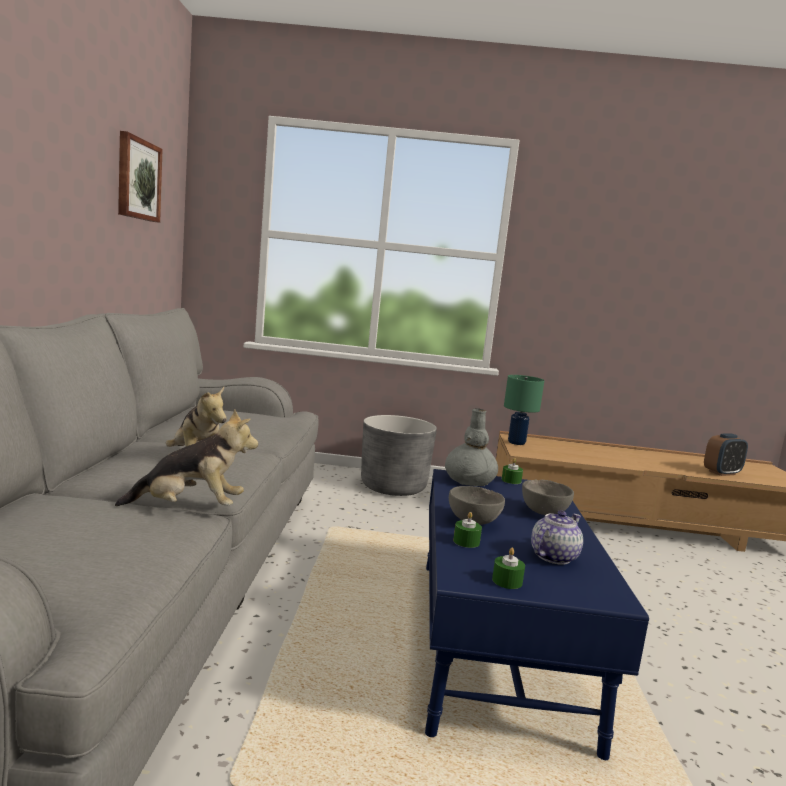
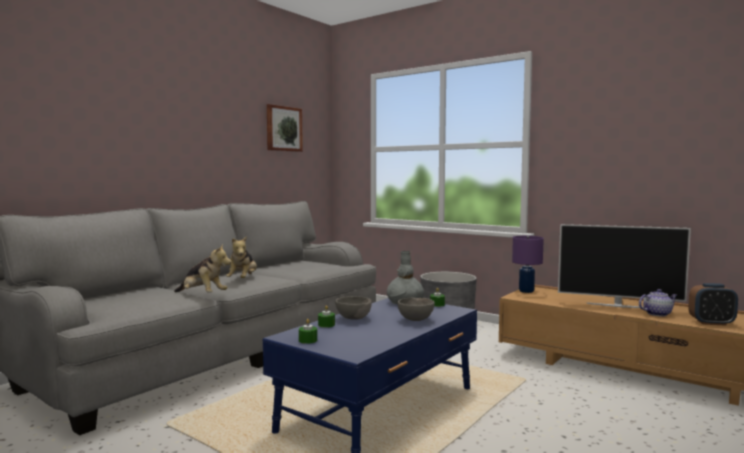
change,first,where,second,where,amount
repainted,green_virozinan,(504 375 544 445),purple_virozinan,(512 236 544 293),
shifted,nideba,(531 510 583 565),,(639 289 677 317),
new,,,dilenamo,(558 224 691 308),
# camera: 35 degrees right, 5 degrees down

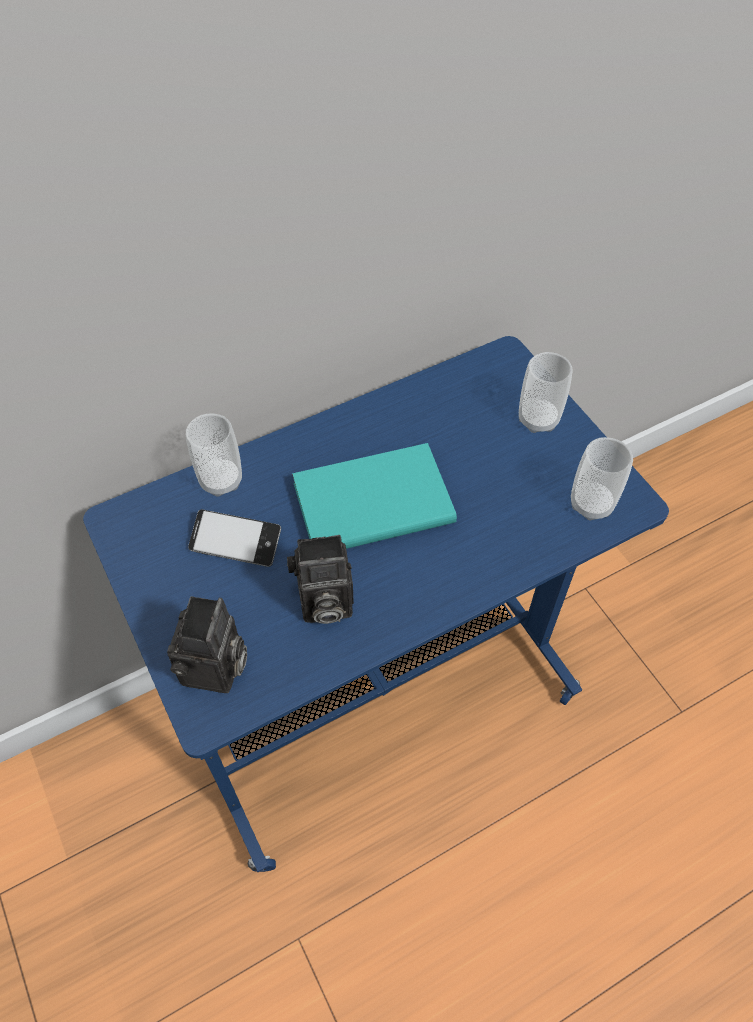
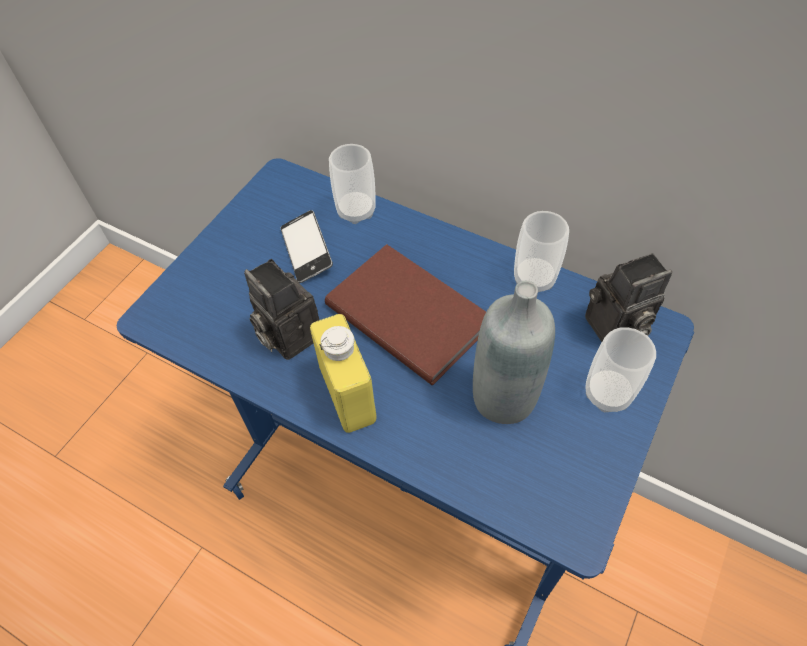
change,first,where,second,where,amount
shifted,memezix,(571 437 633 521),,(514 211 569 292),
repainted,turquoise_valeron,(292 443 457 549),brown_valeron,(325 244 486 385),
shifted,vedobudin,(167 596 247 693),,(585 253 672 342),
new,,,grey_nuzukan,(473 281 555 424),
new,,,yellow_nuzukan,(310 314 377 433),
# camera: 60 degrees right, 0 degrees up

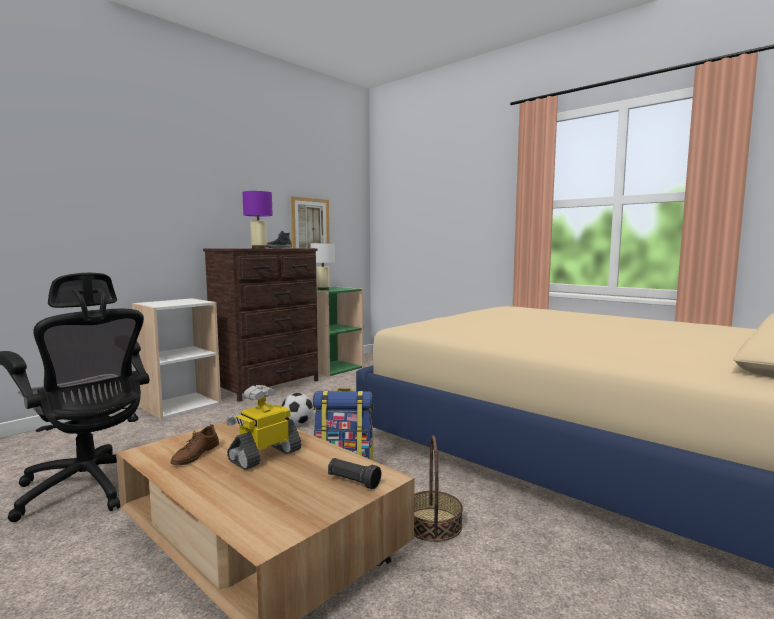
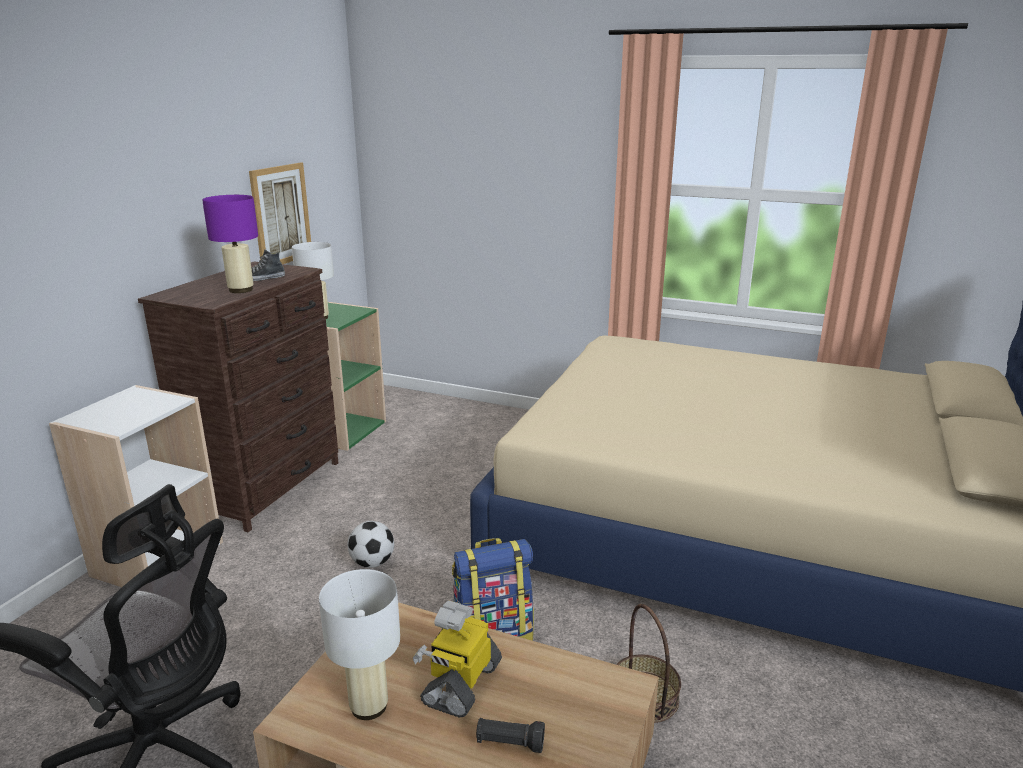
change,first,where,second,where,amount
swapped,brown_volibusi,(170 424 219 465),white_virozinan,(319 569 400 720),
shifted,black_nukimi,(328 458 381 489),,(476 718 545 753),
# camera: 20 degrees left, 15 degrees up

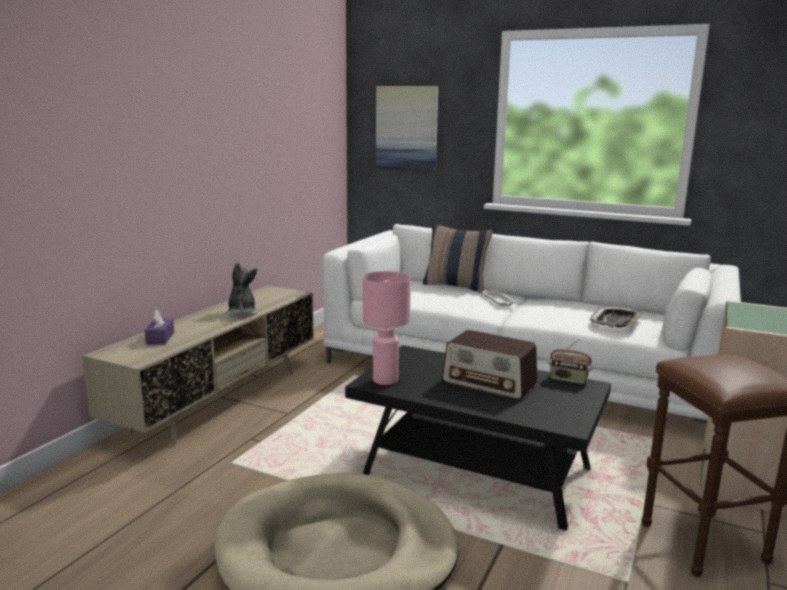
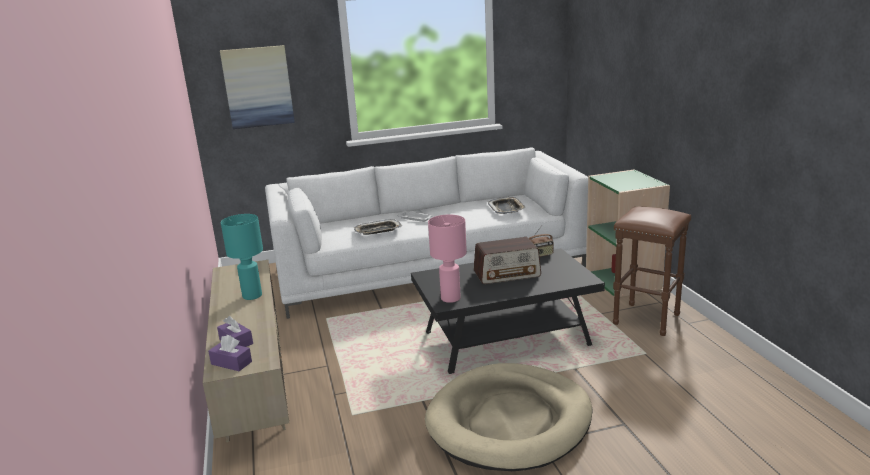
change,first,where,second,where,amount
gone,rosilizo,(423 225 493 293),,,
swapped,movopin,(226 262 259 317),turquoise_virozinan,(221 214 263 300),
new,,,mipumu,(354 219 402 235),
new,,,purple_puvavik,(208 335 252 371),
# camera: 40 degrees left, 5 degrees up

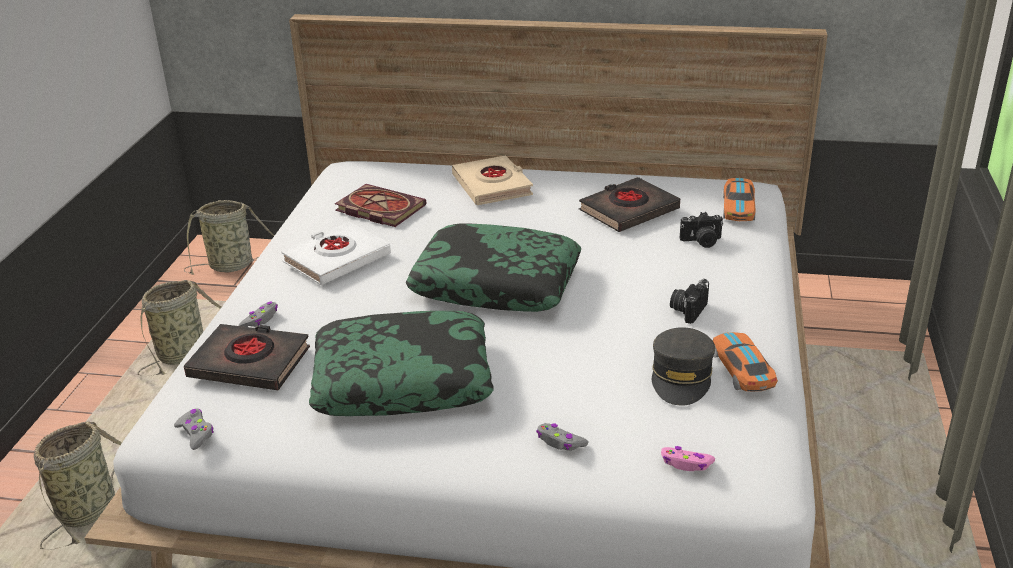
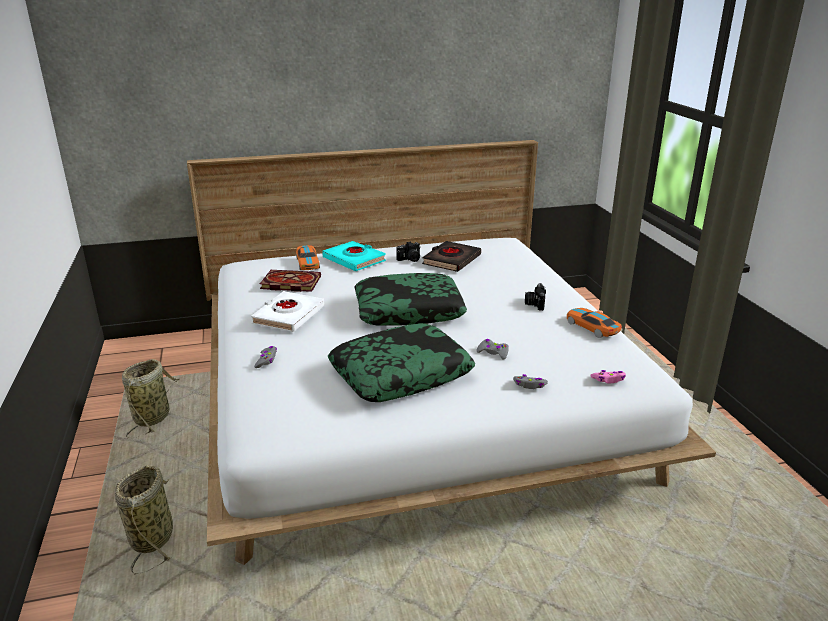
change,first,where,second,where,amount
repainted,beige_valeron,(452 155 533 205),turquoise_valeron,(322 241 386 271),
shifted,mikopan,(723 178 756 221),,(296 245 320 270),
gone,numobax,(184 200 275 275),,,
shifted,vedobudin,(680 212 723 248),,(396 241 421 262),
gone,black_valeron,(184 324 310 390),,,
gone,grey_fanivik,(652 327 715 406),,,
shifted,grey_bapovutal,(174 408 214 450),,(476 339 509 360),
# camera: 25 degrees left, 5 degrees down

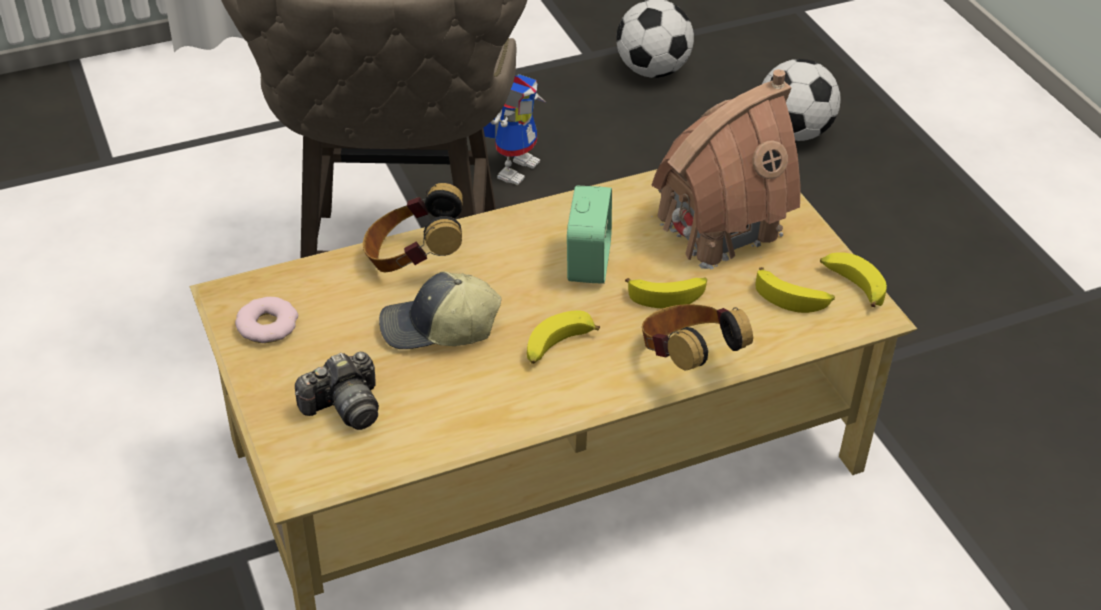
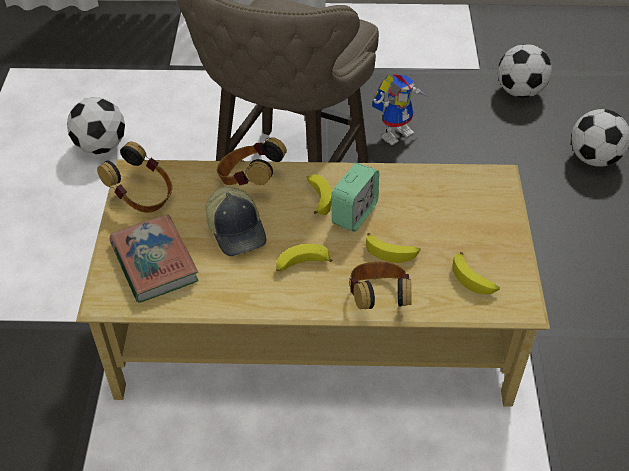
change,first,where,second,where,amount
gone,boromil,(651 69 801 269),,,
shifted,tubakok,(820 252 887 307),,(306 174 332 215),
rotated,fanivik,(379 272 502 349),,(205 186 266 256),135 degrees counterclockwise
swapped,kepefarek,(235 297 298 343),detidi,(97 141 172 213),
swapped,vedobudin,(295 352 379 430),valeron,(110 214 199 303),
new,,,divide,(67 97 125 154),
# camera: 25 degrees right, 5 degrees up

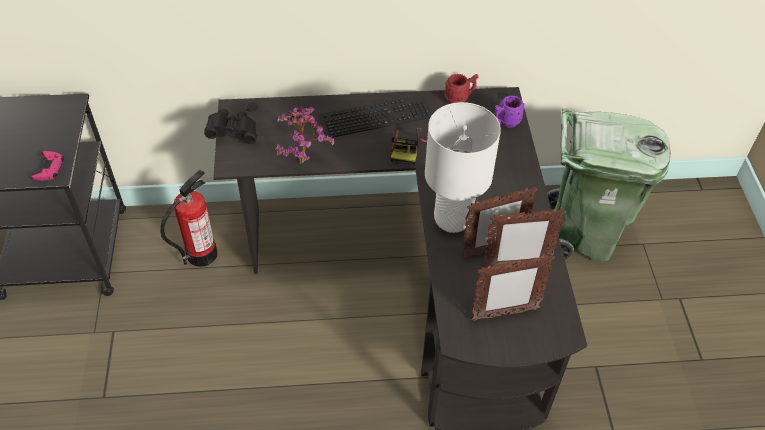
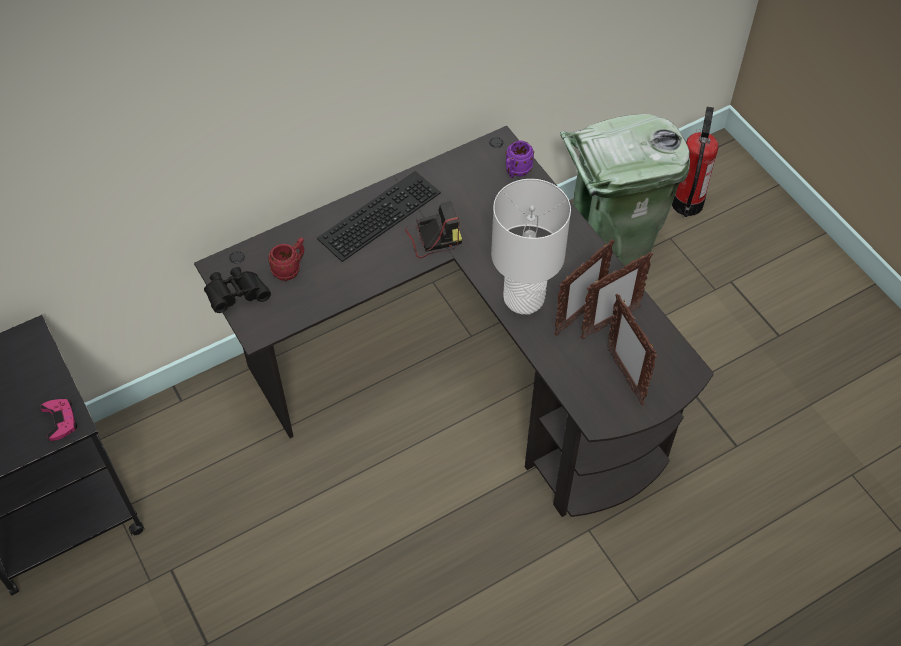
change,first,where,second,where,amount
shifted,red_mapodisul,(444 74 479 104),,(268 237 304 281),
gone,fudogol,(275 107 334 164),,,
rotated,vedobudin,(389 128 428 165),,(405 201 462 258),90 degrees counterclockwise
shifted,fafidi,(160 170 217 267),,(672 107 718 217),
rotated,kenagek,(471 255 555 321),,(607 294 657 405),105 degrees clockwise
# camera: 25 degrees left, 5 degrees up

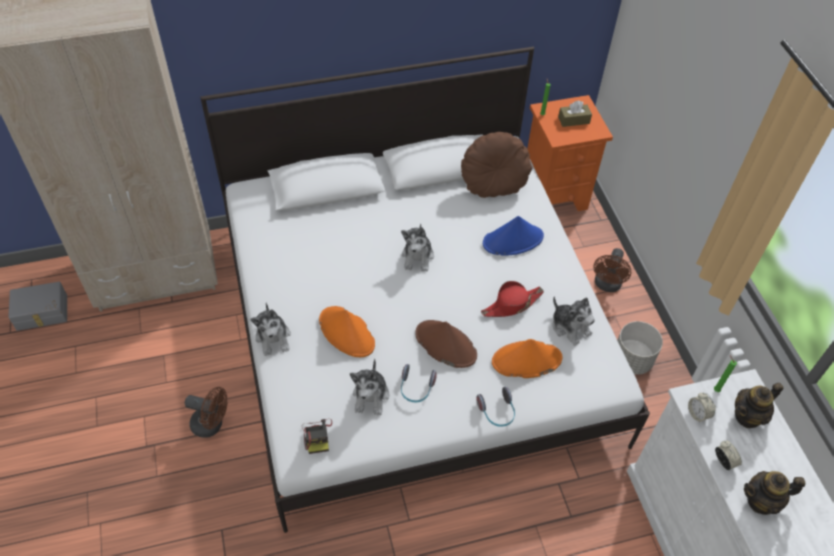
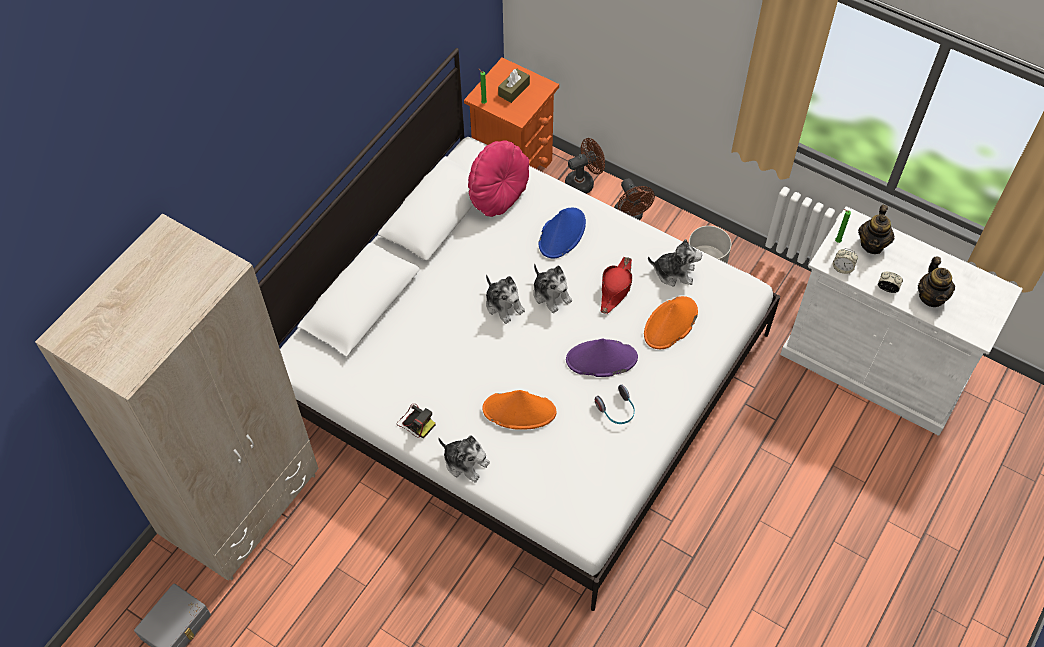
change,first,where,second,where,amount
repainted,brown_rosilizo,(461 132 532 198),pink_rosilizo,(468 140 529 217),
repainted,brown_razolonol,(415 320 477 368),purple_razolonol,(566 338 638 377),
shifted,movopin,(350 359 389 415),,(533 264 572 313),
shifted,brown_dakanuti,(185 387 227 438),,(565 138 605 194),
gone,detidi,(476 387 515 427),,,
shifted,vedobudin,(302 419 332 454),,(398 403 436 439),
rotated,nideba,(744 471 805 515),,(918 257 955 307),45 degrees counterclockwise
# camera: 40 degrees left, 5 degrees up

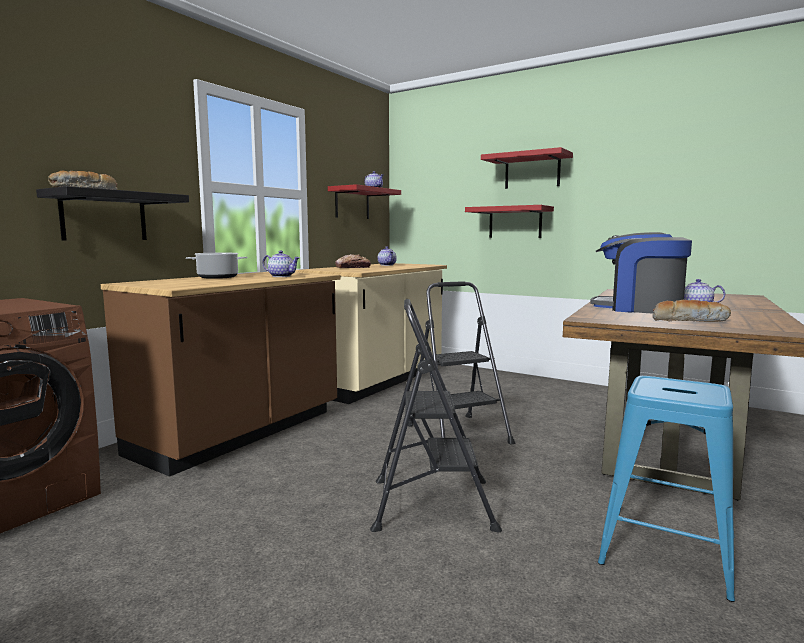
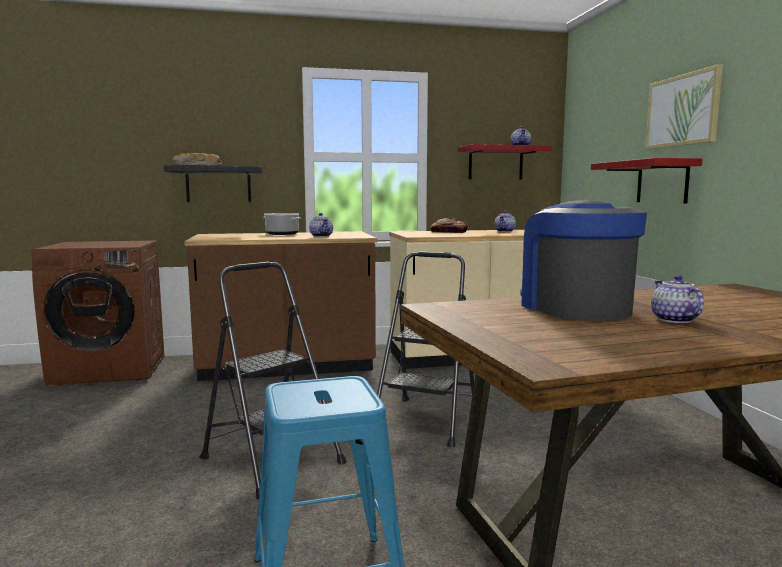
change,first,where,second,where,amount
swapped,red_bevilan,(481 147 573 189),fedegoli,(645 64 723 149),
gone,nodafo,(652 300 731 322),,,
# camera: 45 degrees right, 0 degrees up

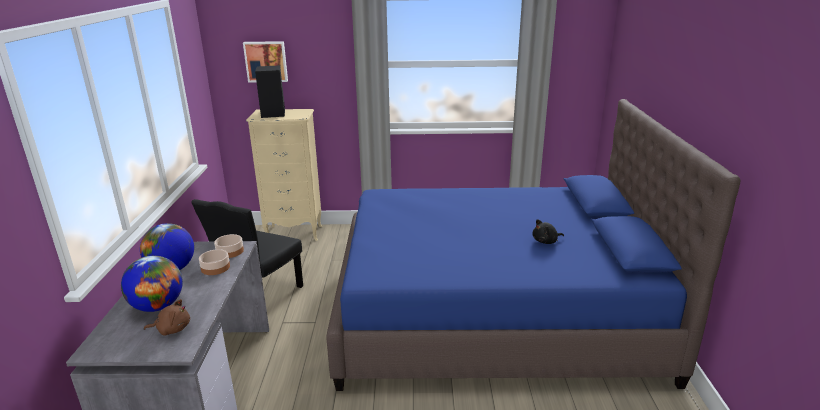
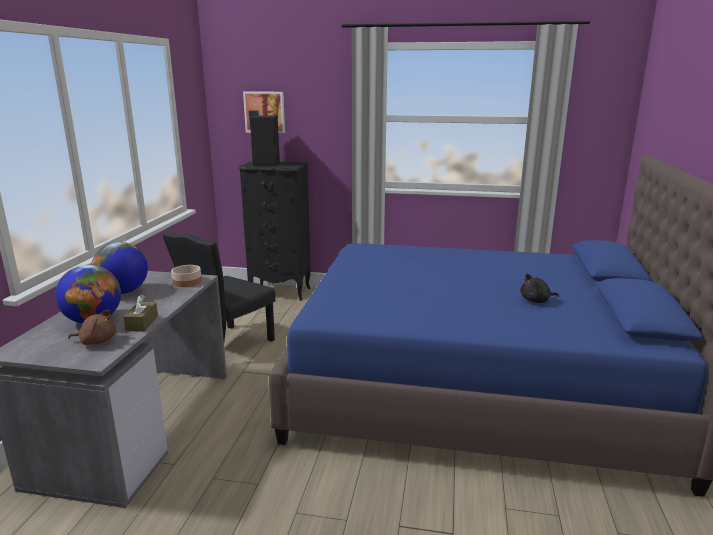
change,first,where,second,where,amount
repainted,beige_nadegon,(246 109 322 241),black_nadegon,(238 161 311 301),
gone,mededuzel,(199 249 230 275),,,
new,,,brown_puvavik,(123 295 158 331),
# camera: 10 degrees right, 5 degrees down

